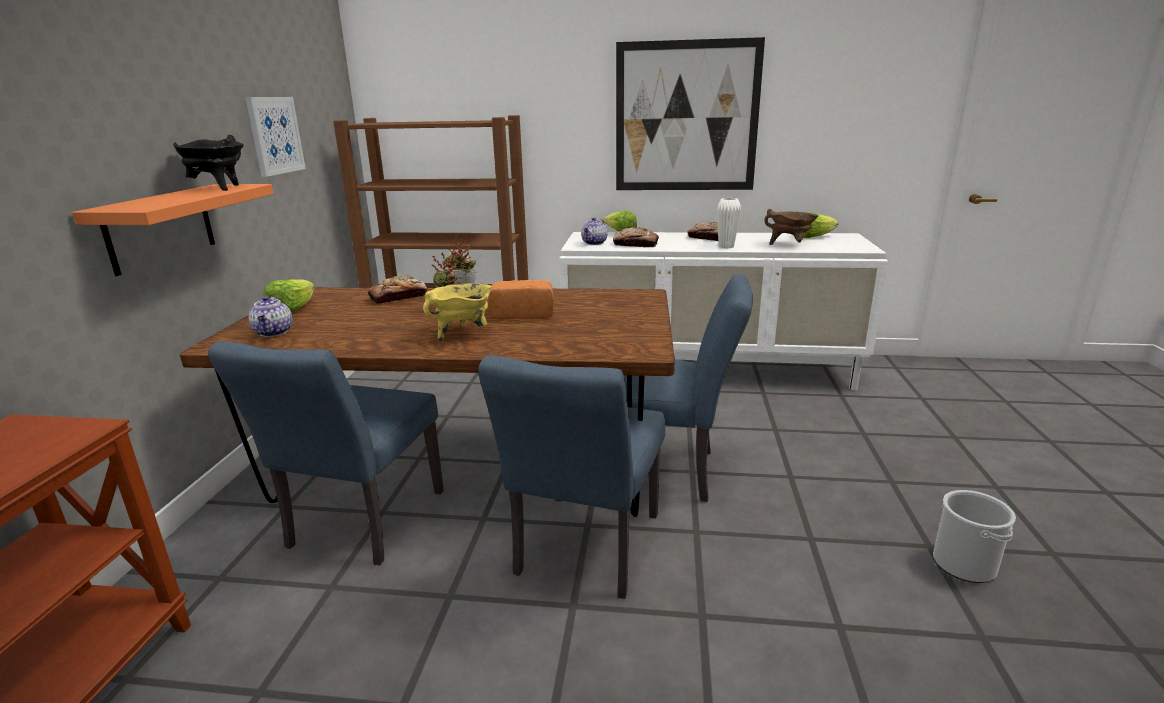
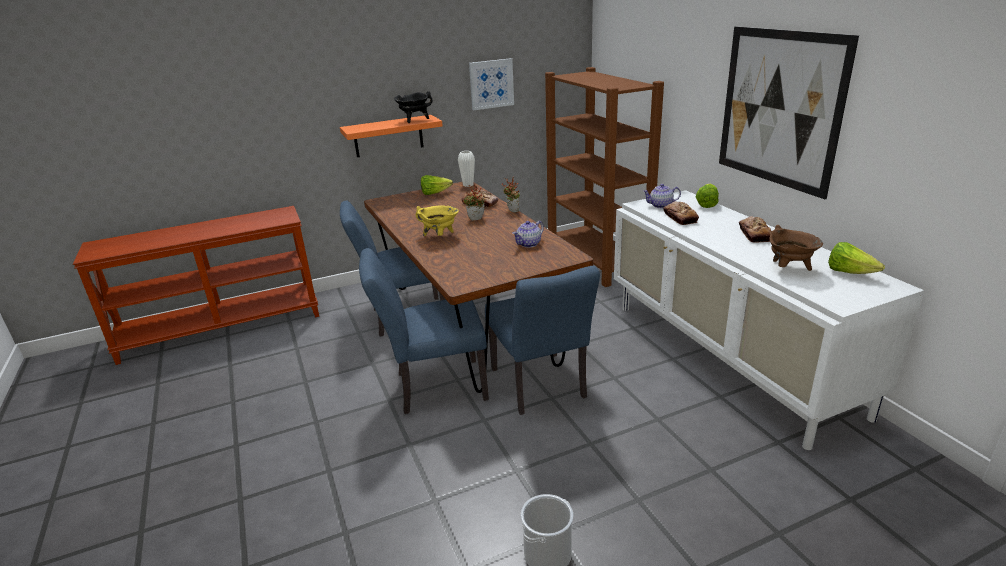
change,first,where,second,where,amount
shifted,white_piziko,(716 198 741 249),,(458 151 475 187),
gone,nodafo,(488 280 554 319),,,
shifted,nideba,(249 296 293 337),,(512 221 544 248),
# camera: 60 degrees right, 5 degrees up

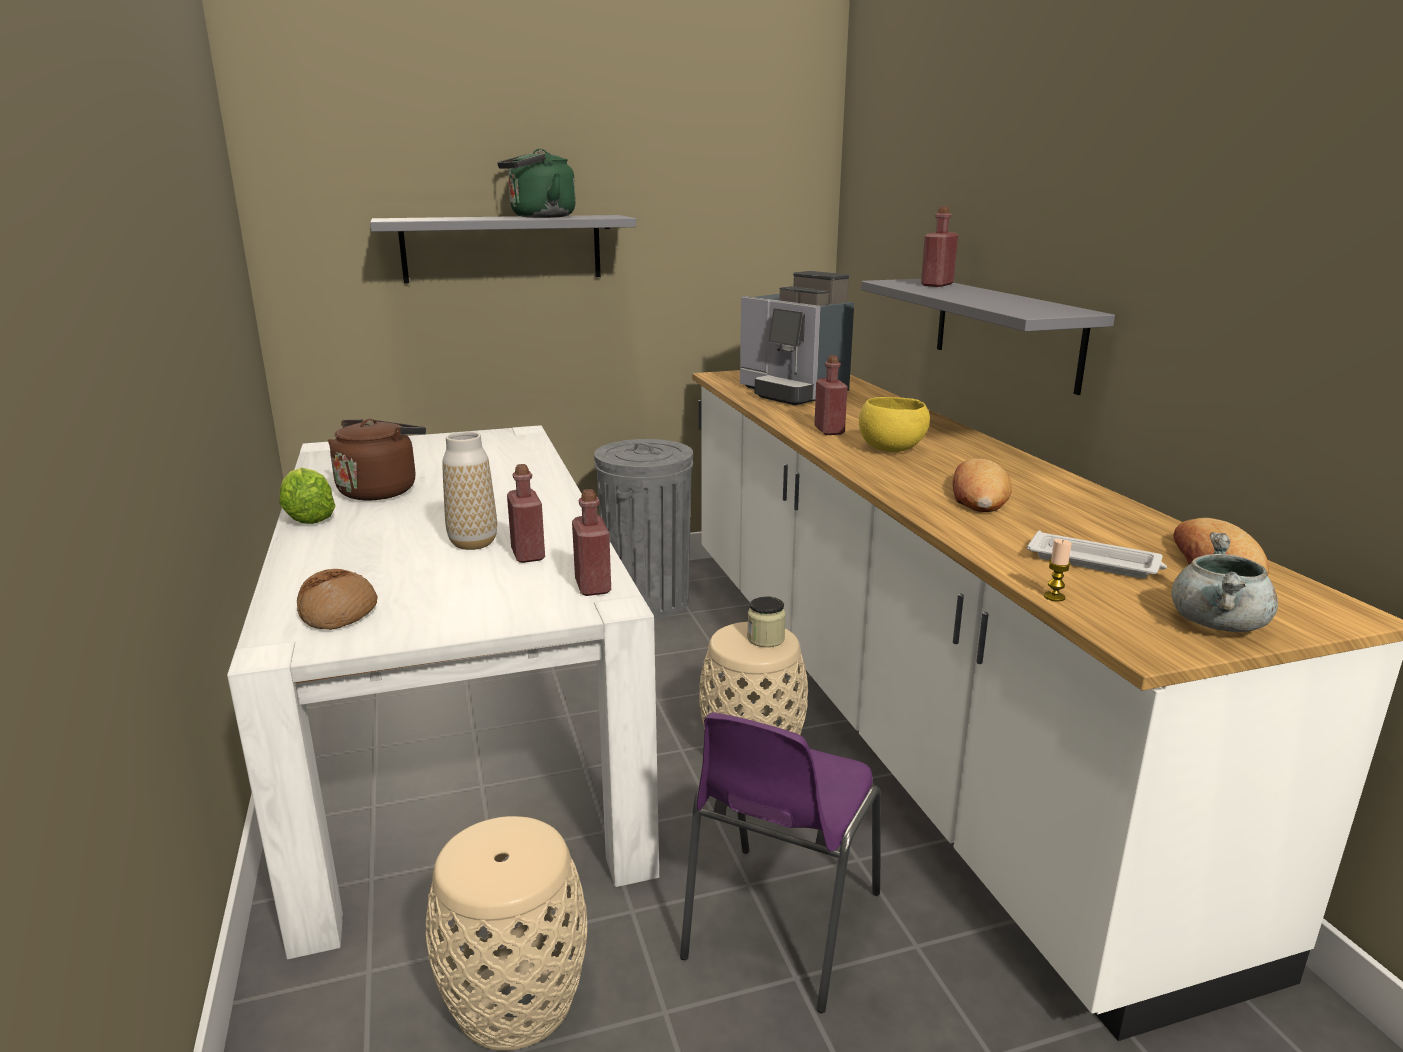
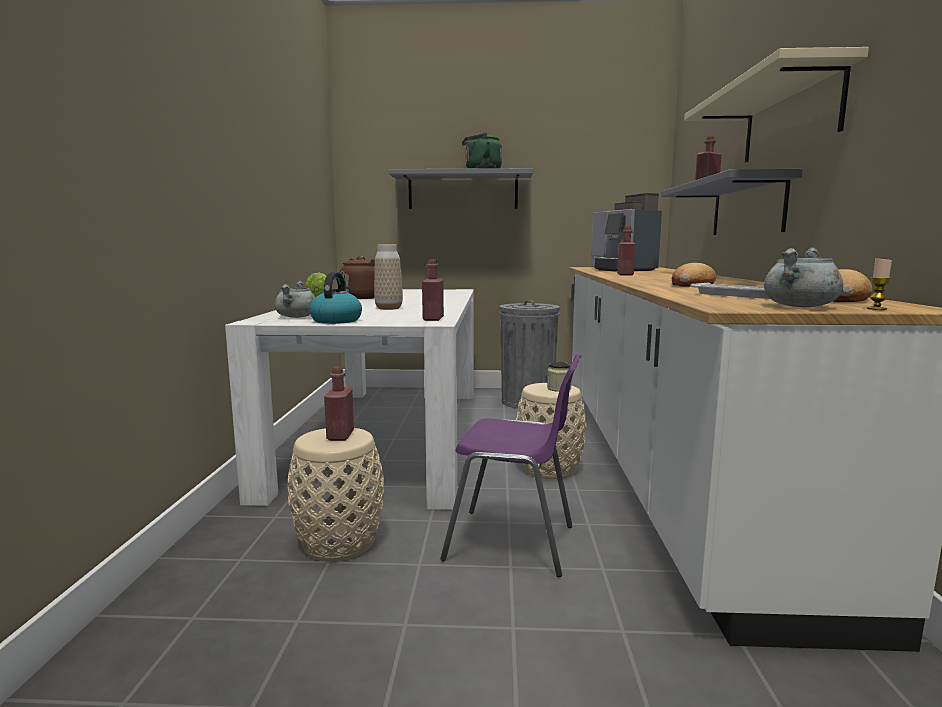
change,first,where,second,where,amount
gone,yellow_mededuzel,(859 397 930 452),,,
shifted,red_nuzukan,(507 464 545 563),,(324 366 354 441),
shifted,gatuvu,(1044 539 1072 602),,(867 258 892 310),
swapped,nodafo,(297 569 378 630),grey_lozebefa,(275 281 315 318),
rotated,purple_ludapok,(680 712 881 1013),,(440 354 581 577),120 degrees counterclockwise
new,,,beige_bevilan,(684 47 869 162),
new,,,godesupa,(309 272 362 324),
# camera: 20 degrees right, 10 degrees down

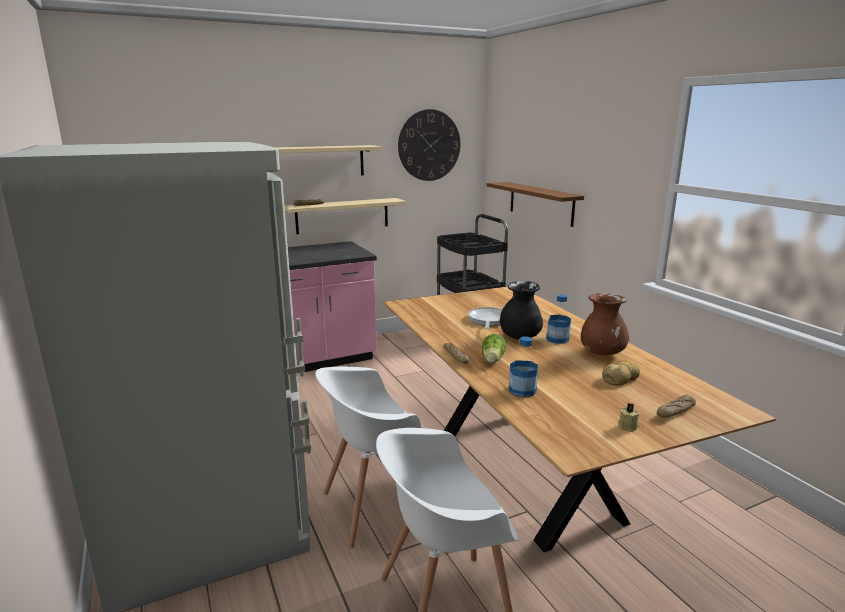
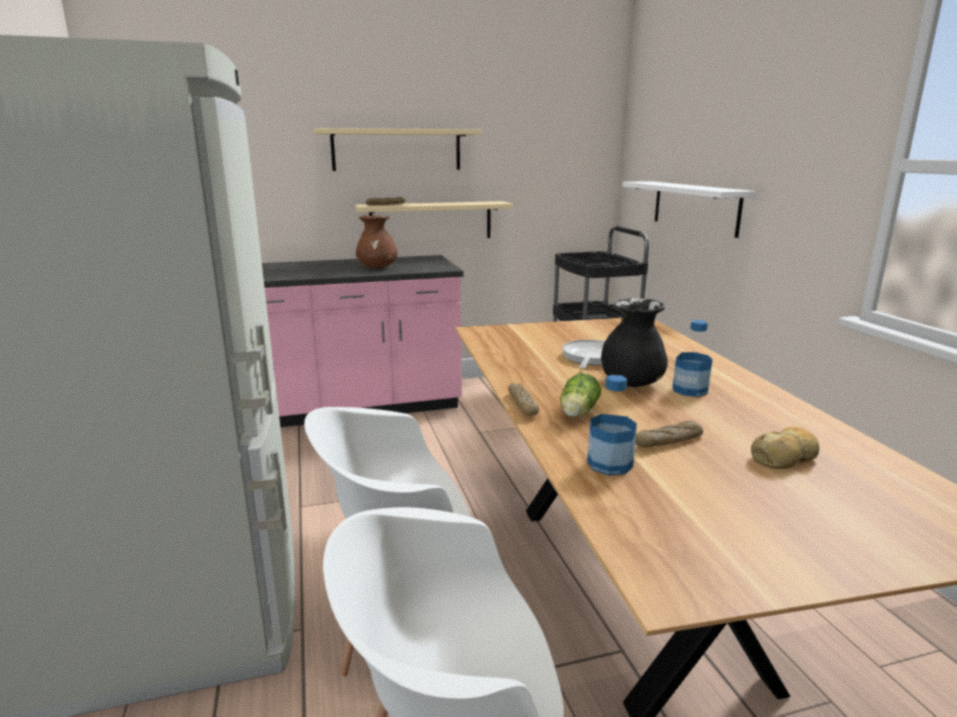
change,first,where,second,where,amount
gone,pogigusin,(398 109 460 181),,,
repainted,brown_bevilan,(487 182 584 227),white_bevilan,(623 181 756 238),
shifted,brown_piziko,(581 293 629 355),,(356 215 398 268),
shifted,nodafo,(657 395 696 418),,(635 420 703 447),
gone,beige_gatuvu,(619 403 639 432),,,
# camera: 10 degrees right, 0 degrees up

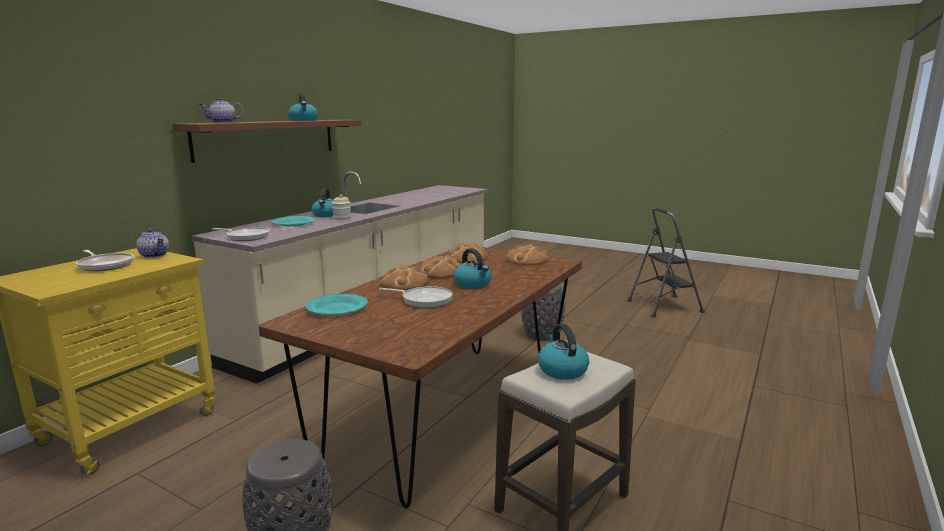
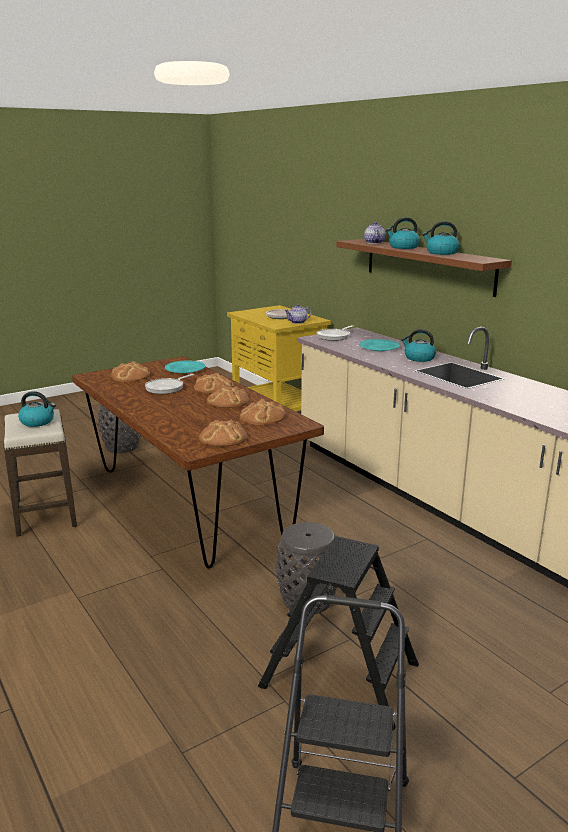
change,first,where,second,where,amount
gone,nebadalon,(332 194 351 220),,,
shifted,godesupa,(453 248 492 289),,(386 217 420 249),
new,,,nodafo,(111 361 150 382),
new,,,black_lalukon,(258 536 419 730),
# camera: 115 degrees right, 5 degrees up

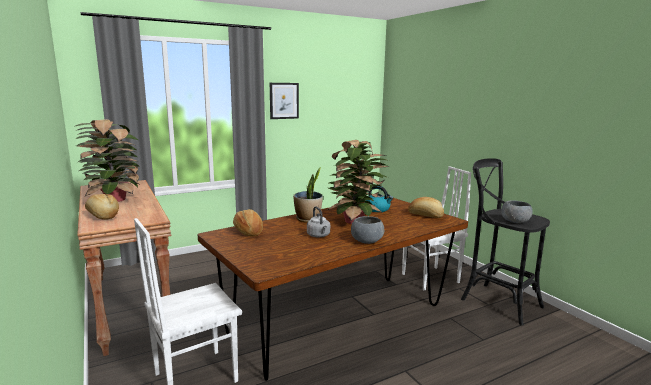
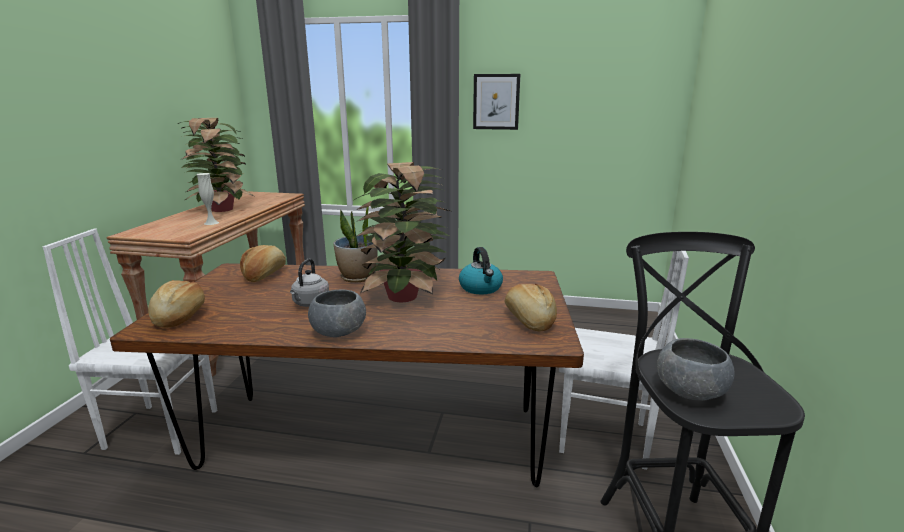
change,first,where,second,where,amount
shifted,nodafo,(85 194 119 220),,(148 280 205 328),
new,,,white_piziko,(196 173 219 225),
# camera: 40 degrees right, 5 degrees up

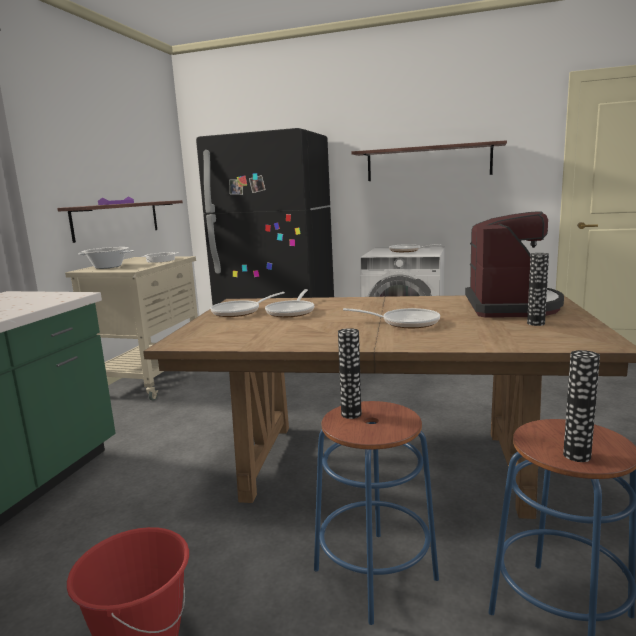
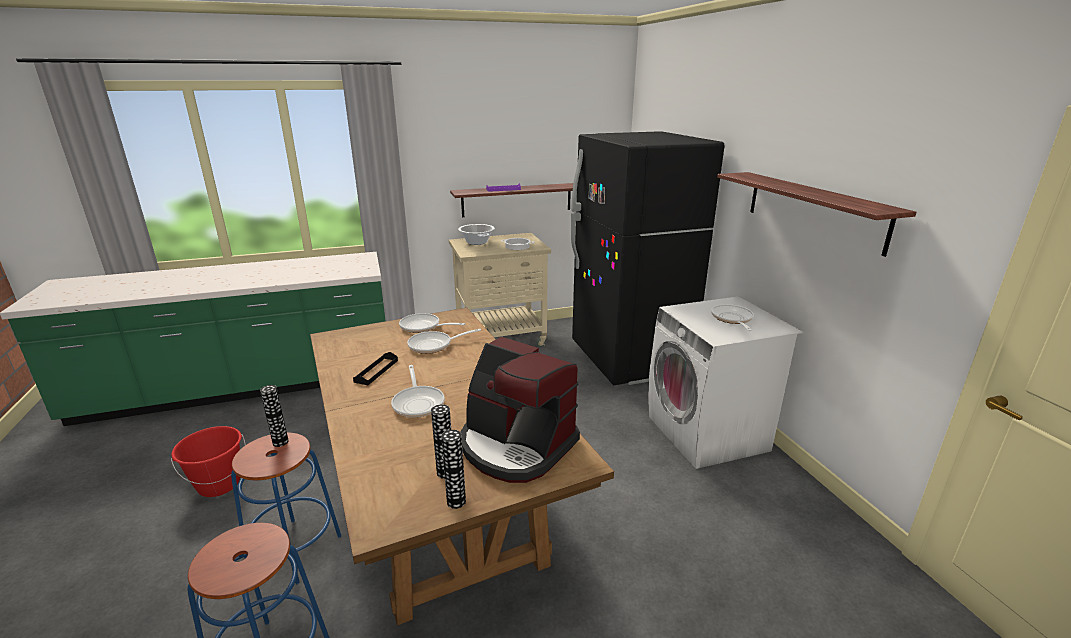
change,first,where,second,where,amount
rotated,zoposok,(465 211 564 318),,(461 337 580 483),60 degrees clockwise
shifted,piziko,(563 350 600 462),,(441 430 466 509),
new,,,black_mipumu,(353 352 398 385),
# camera: 55 degrees right, 10 degrees up

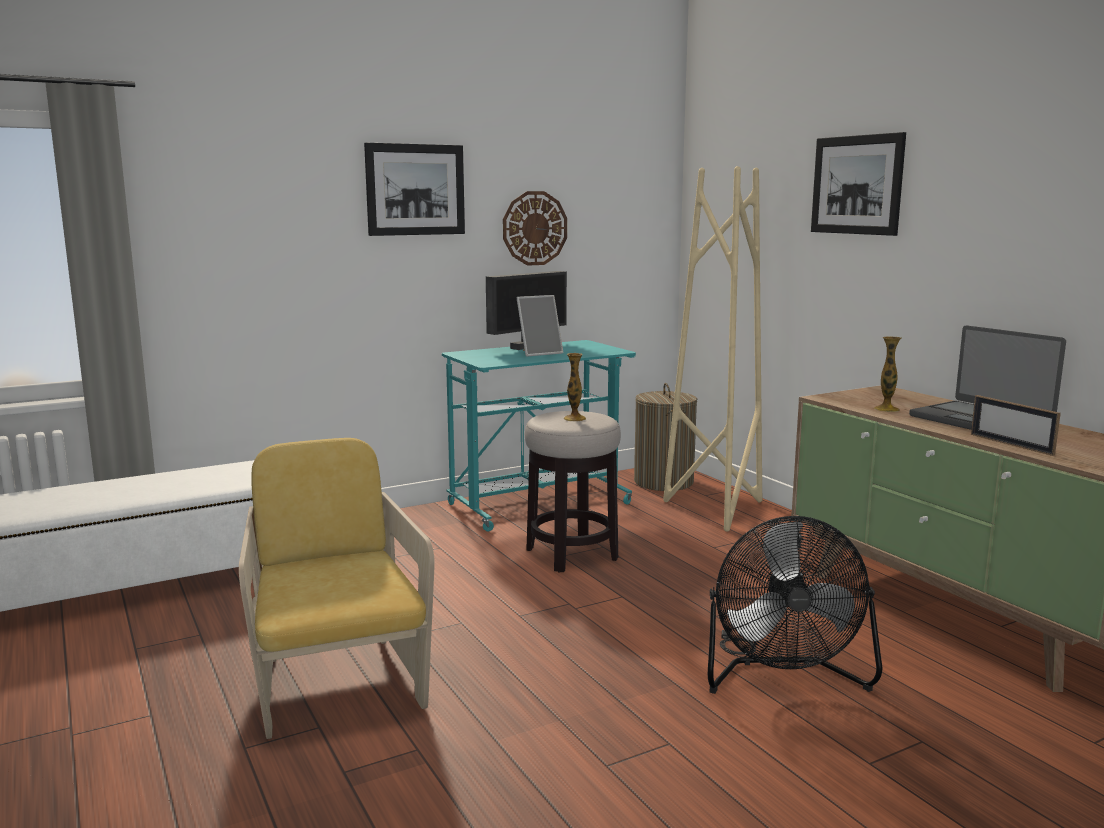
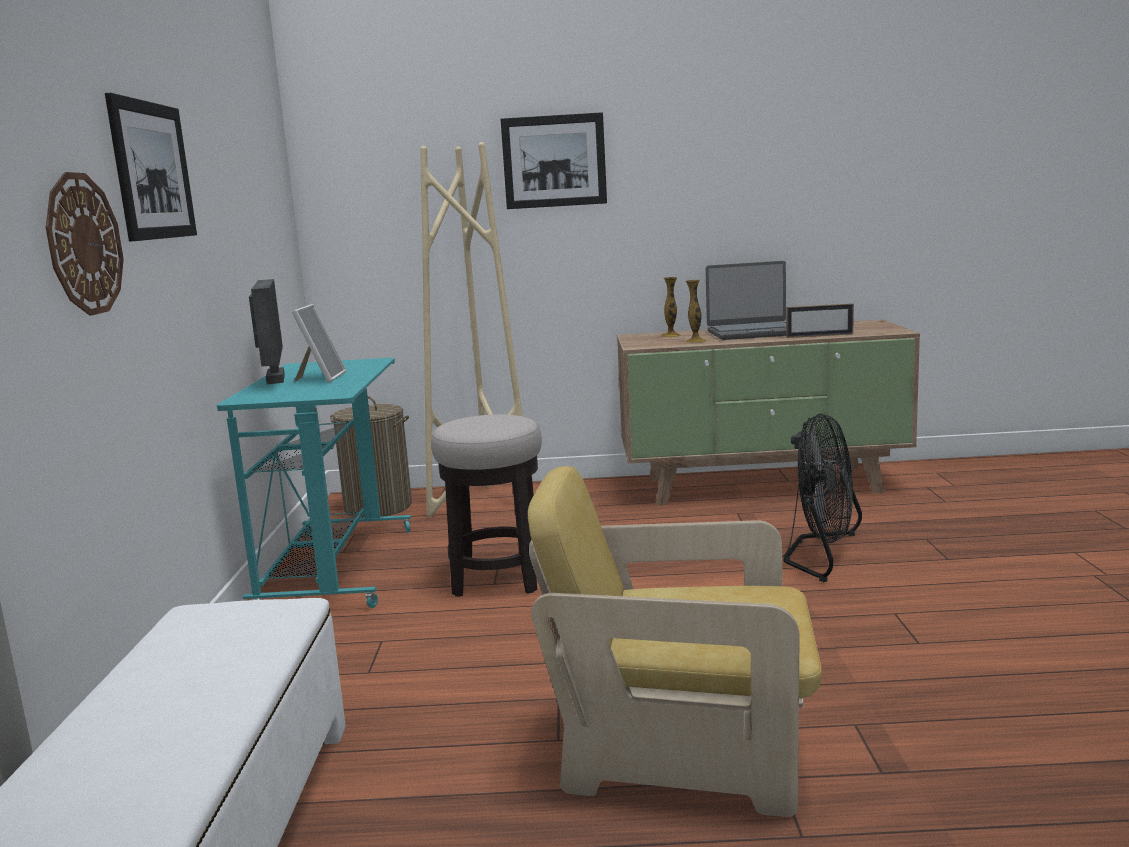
change,first,where,second,where,amount
shifted,pogigusin,(503 191 567 266),,(46 172 124 316),
shifted,piziko,(564 353 586 422),,(661 277 681 337),
# camera: 60 degrees left, 0 degrees up

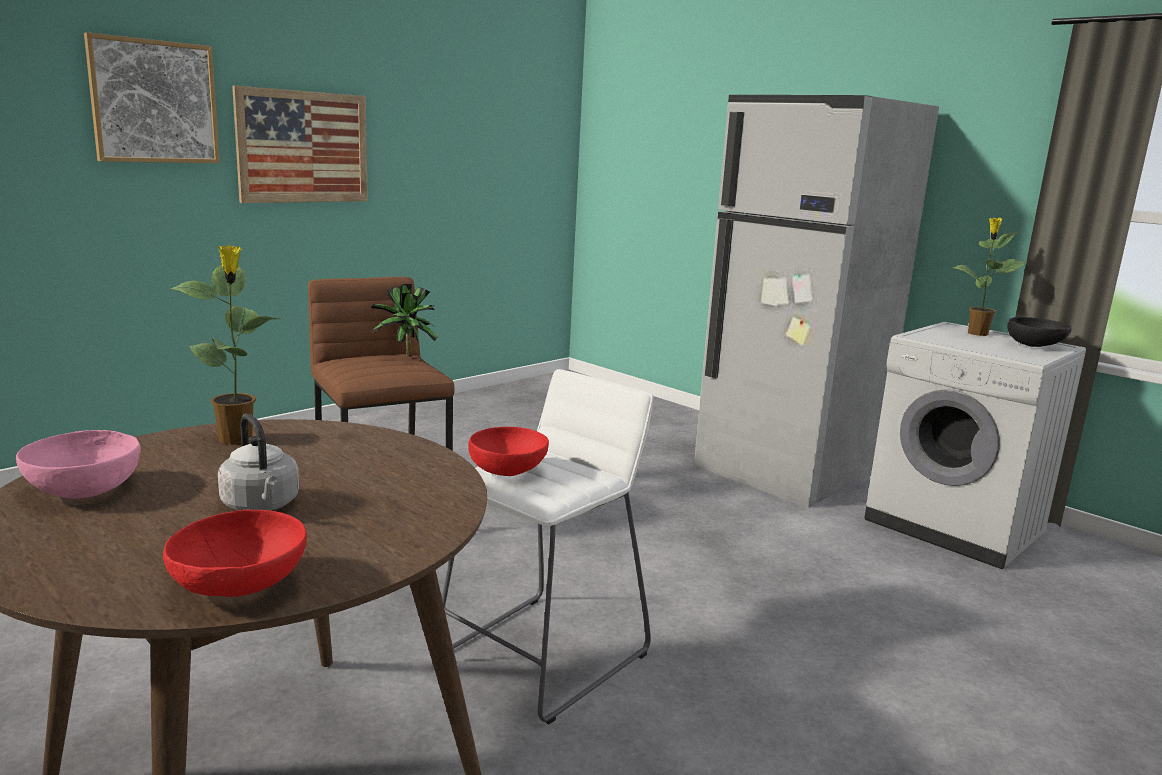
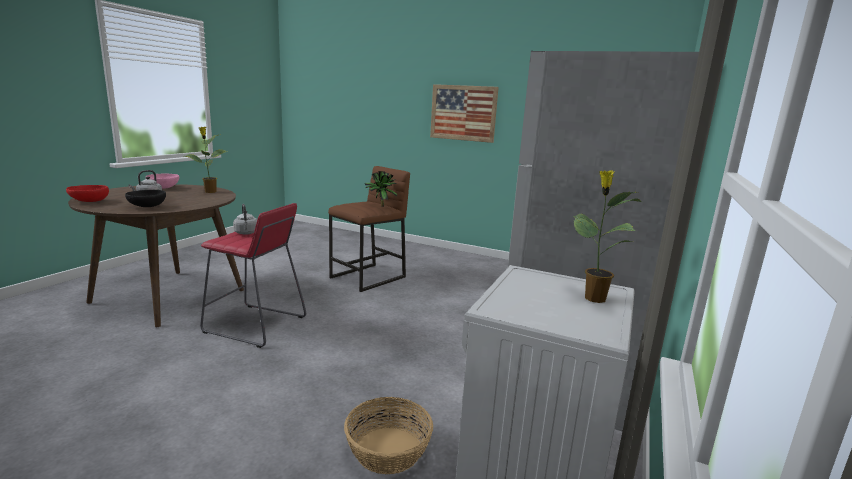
change,first,where,second,where,amount
gone,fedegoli,(84 32 220 163),,,
shifted,black_mededuzel,(1007 317 1072 347),,(125 190 166 207),
repainted,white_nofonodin,(442 369 653 725),red_nofonodin,(200 203 306 348),
swapped,red_mededuzel,(468 427 549 476),grey_godesupa,(233 204 257 235),
new,,,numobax,(344 397 433 474),
# camera: 70 degrees right, 0 degrees up

